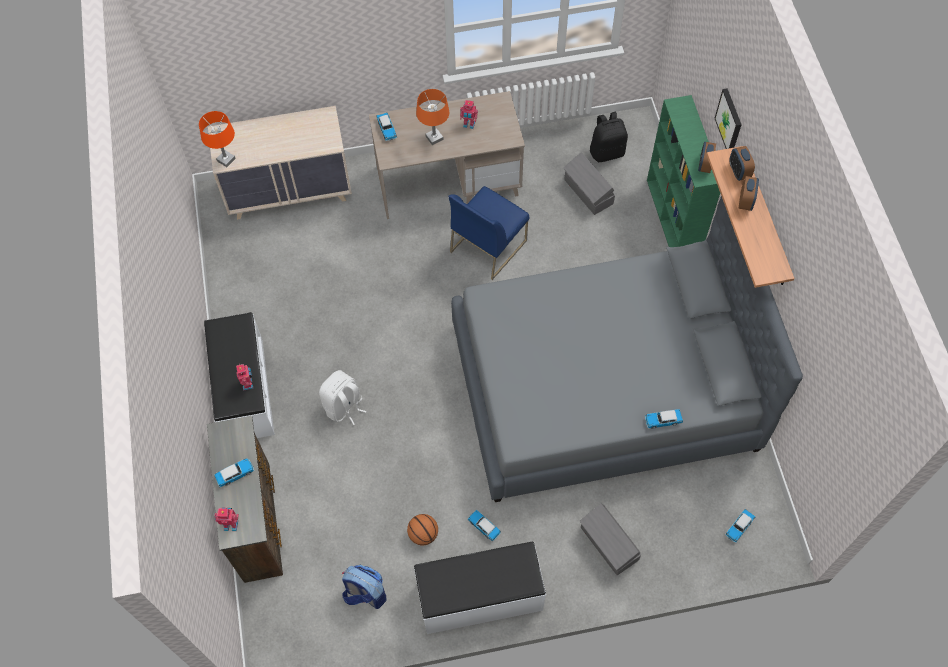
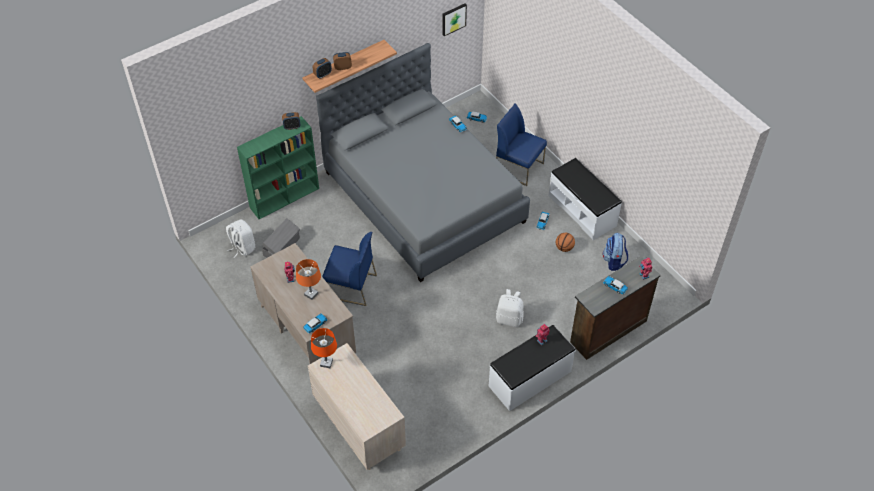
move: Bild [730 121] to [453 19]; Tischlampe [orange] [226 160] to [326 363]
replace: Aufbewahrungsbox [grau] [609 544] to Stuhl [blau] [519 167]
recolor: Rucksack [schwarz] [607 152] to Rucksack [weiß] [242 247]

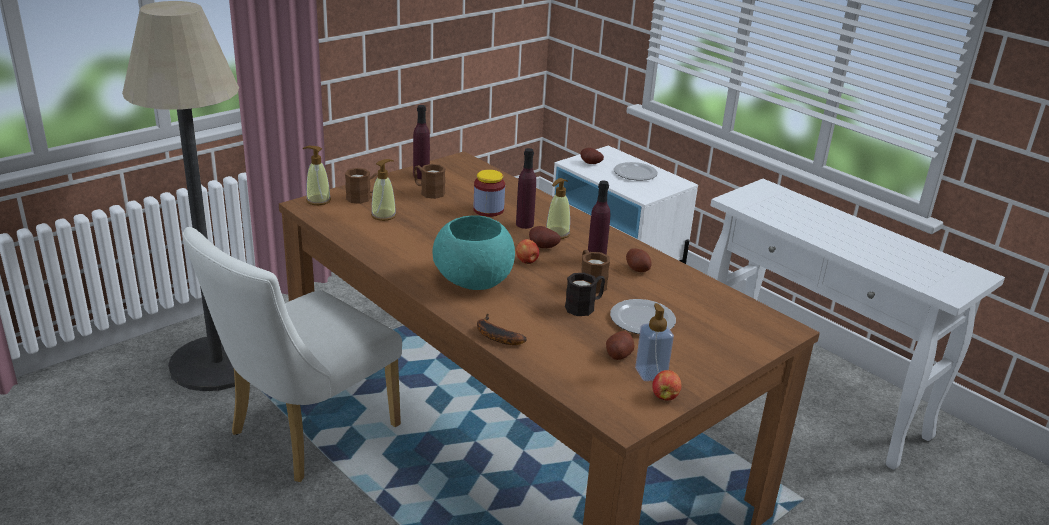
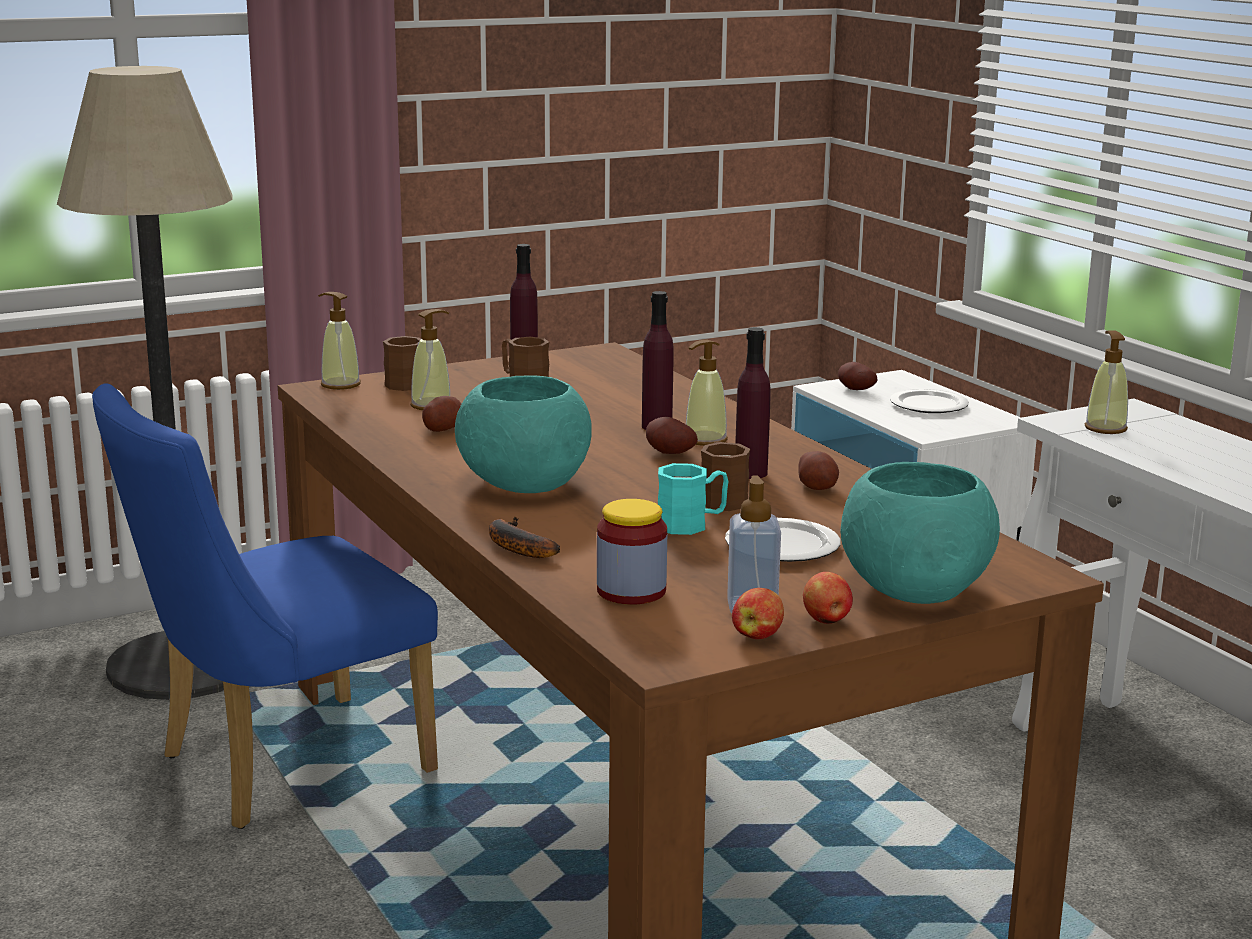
insert: Seifenspender [1105 428]; Schüssel [türkis] [915 587]
move: Vorratsglas [488 210] to [631 591]; Apfel [527 261] to [826 620]; Kartoffel [618 355] to [443 429]
recolor: Stuhl [weiß] [304 434] to Stuhl [blau] [277 768]; Henkelbecher [schwarz] [585 306] to Henkelbecher [türkis] [692 524]

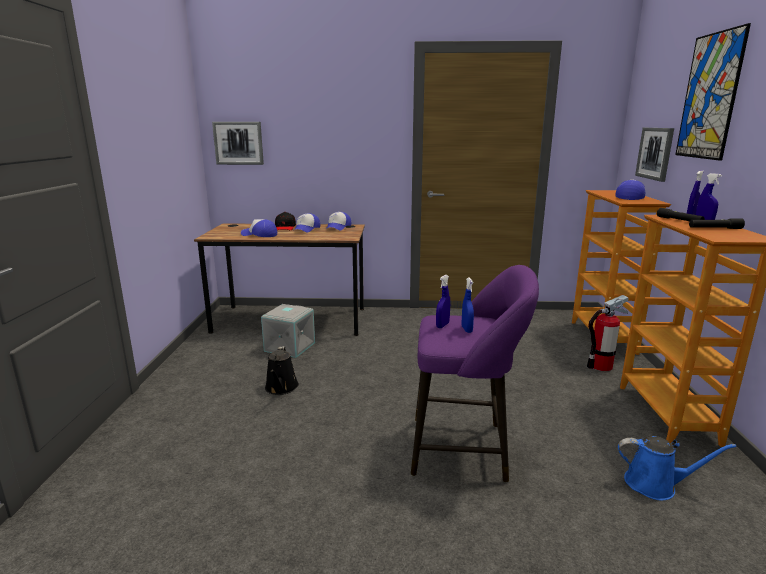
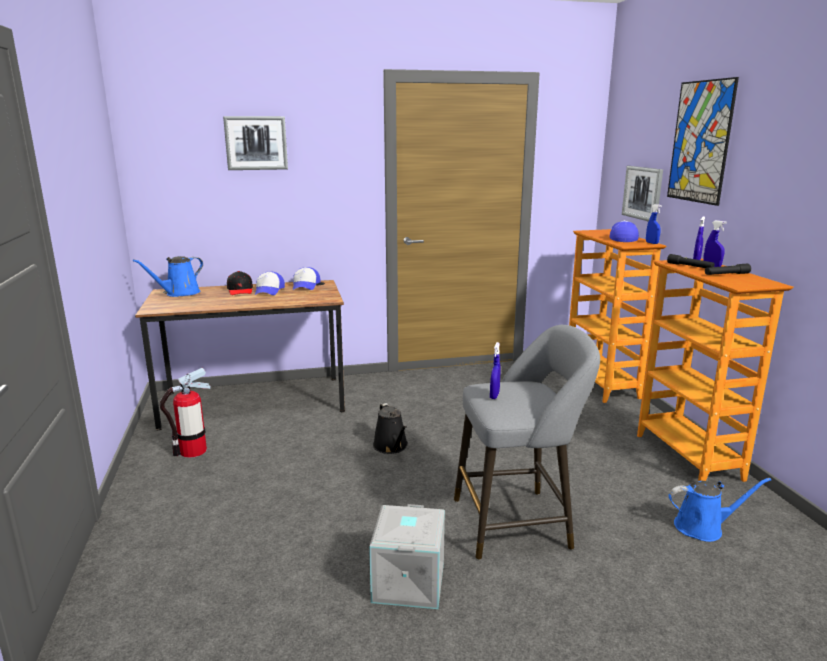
delete: Kappe [259 235]
insert: Gießkanne [blau] [179 293]
move: Bild [238 143] to [256 143]; Sprühflasche [blau] [466 329] to [651 243]; Feuerlöscher [600 366] to [193 451]; Aufbewahrungsbox [grau] [289 346] to [407 581]; Gießkanne [schwarz] [281 388] to [391 447]
recolor: Hocker [lila] [465 449] to Hocker [grau] [518 523]

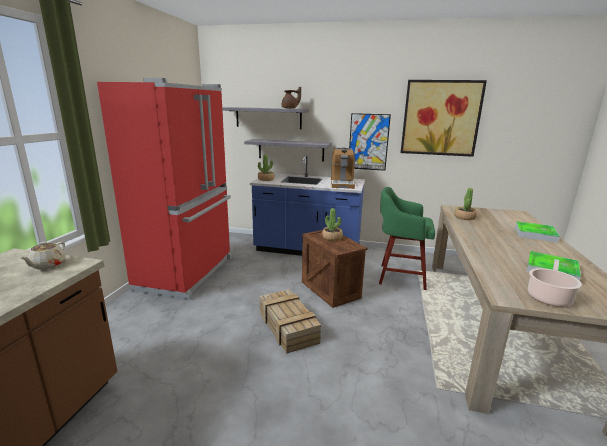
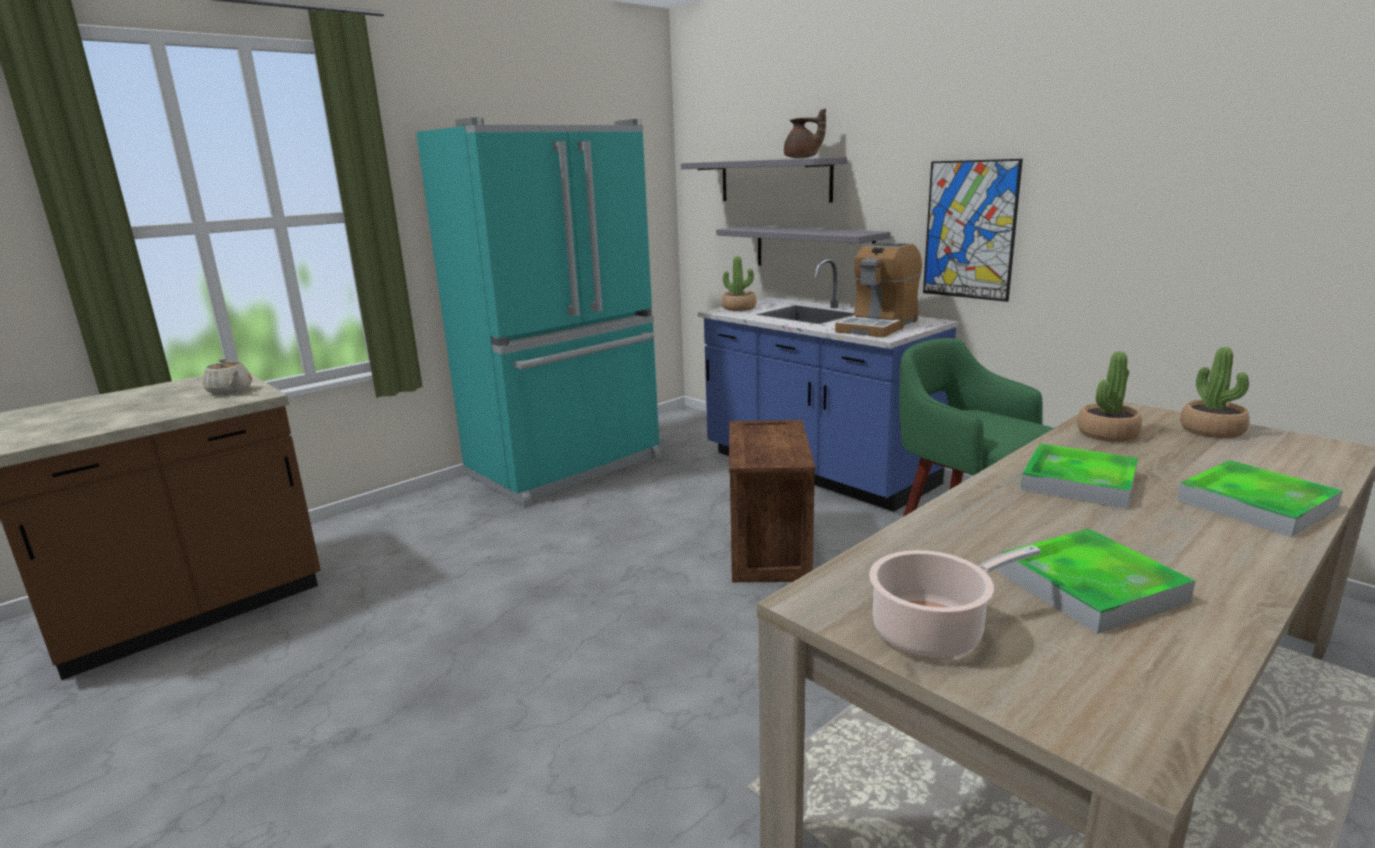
delete: Bild [440 118]; Kiste [287 326]
insert: Tablett [1079 482]
move: Topfpflanze [332 237] to [1212 430]
recolor: Kühlschrank [rot] [188 273] to Kühlschrank [türkis] [568 467]
rotate: Teekanne [beige] [47 265] = [230 391] 90 degrees counterclockwise

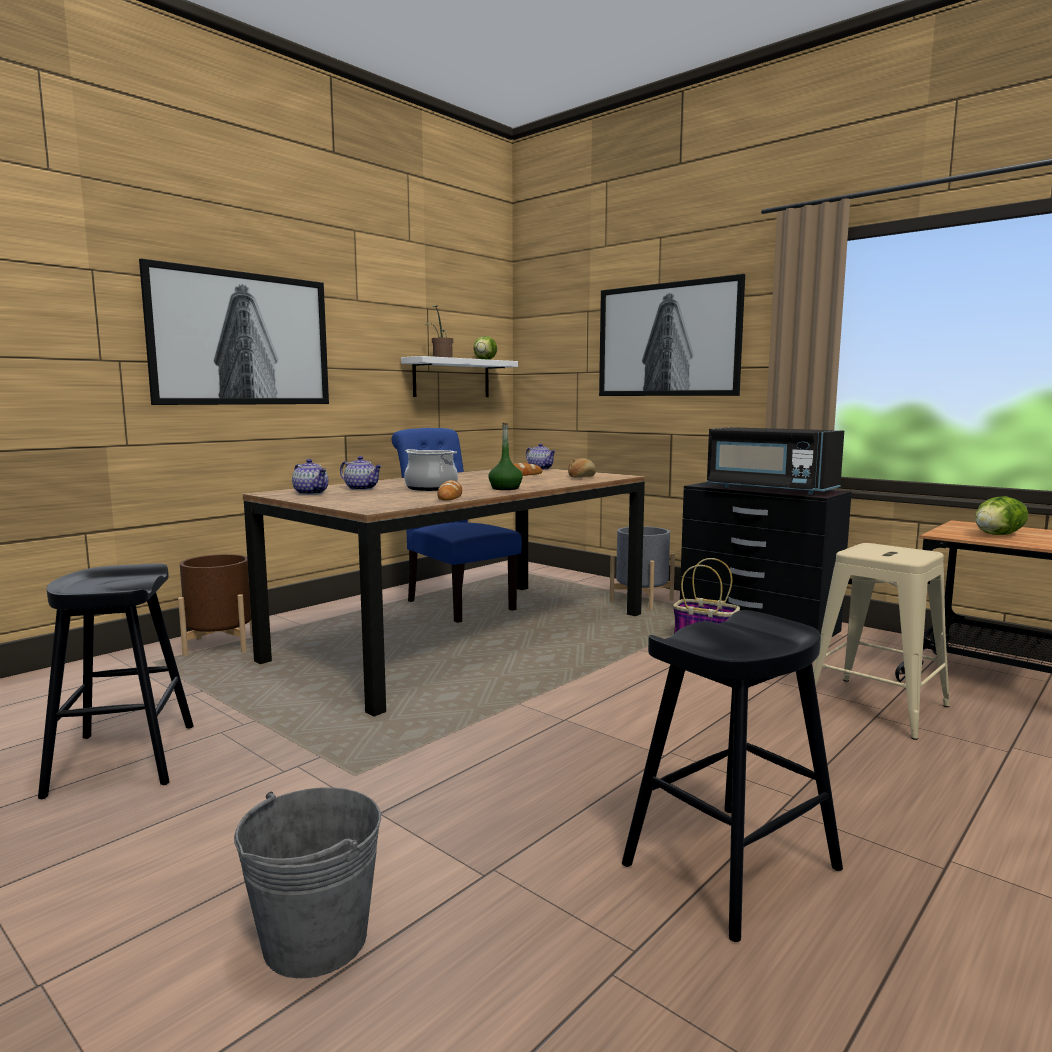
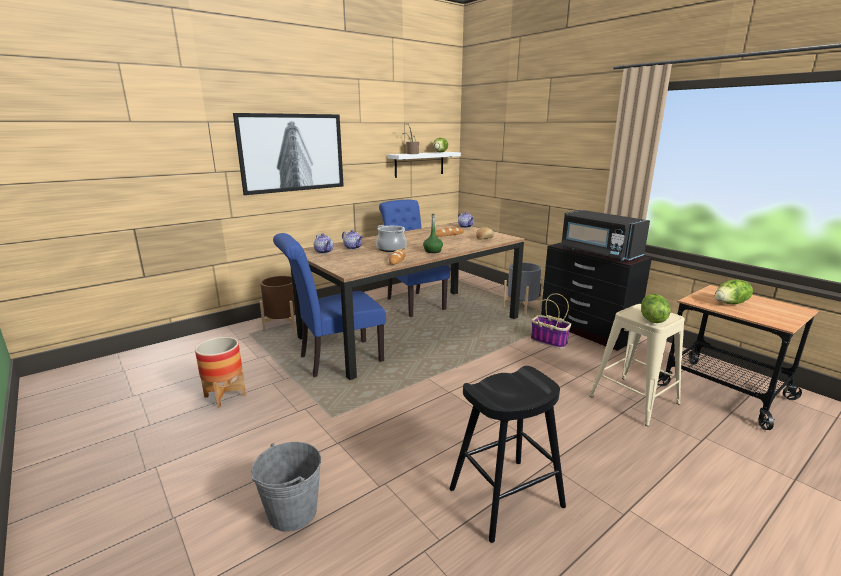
delete: Bild [667 340]
insert: Stuhl [blau] [336 359]; Salatkopf [651 319]
replace: Hocker [schwarz] [123 759] to Pflanzkübel [225 396]

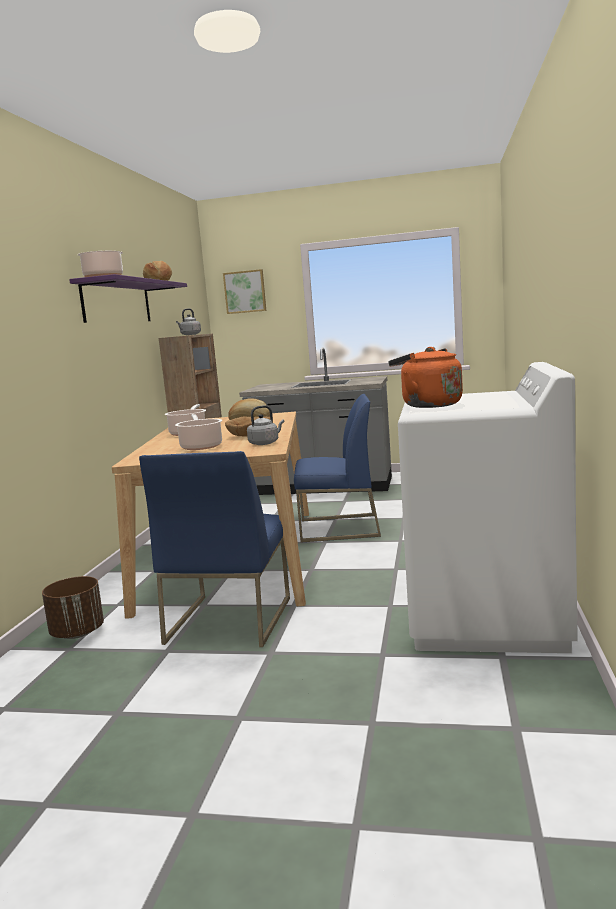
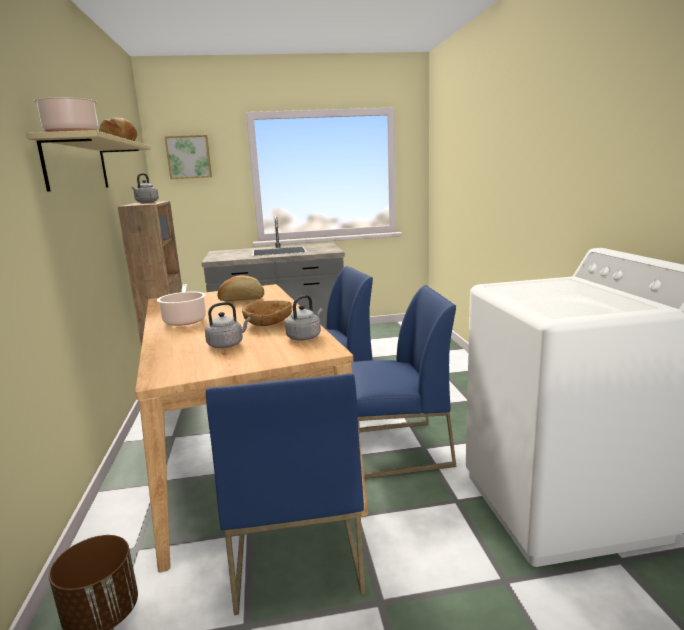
delete: Wasserkessel [orange] [428 405]
insert: Stuhl [blau] [396 449]
replace: Kochtopf [201 446] to Wasserkessel [grau] [227 344]
recolor: Wandregal [lila] [117 302] to Wandregal [beige] [77 165]

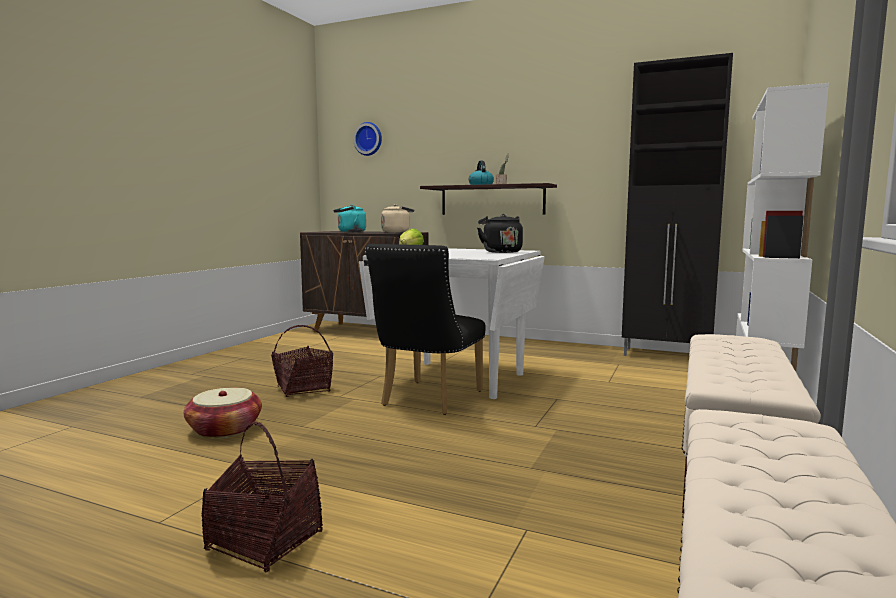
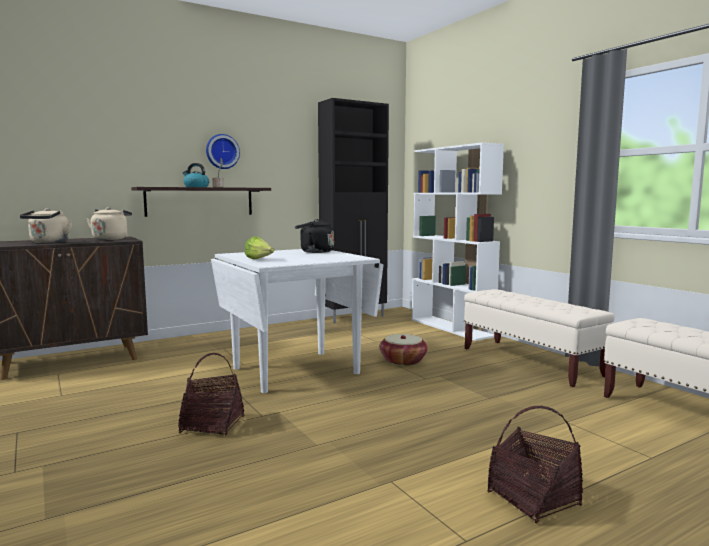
delete: Stuhl [schwarz] [427 400]
move: Wanduhr [369 139] to [222 151]; Korb [224 430] to [403 361]
recolor: Wasserkessel [türkis] [350 232] to Wasserkessel [beige] [48 242]

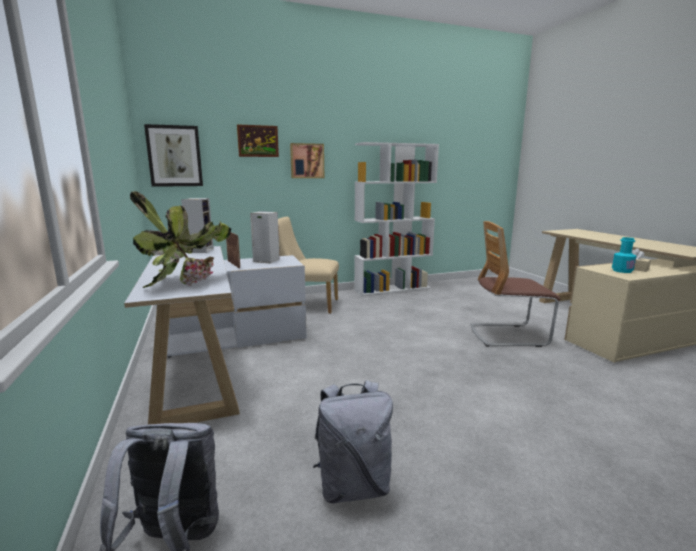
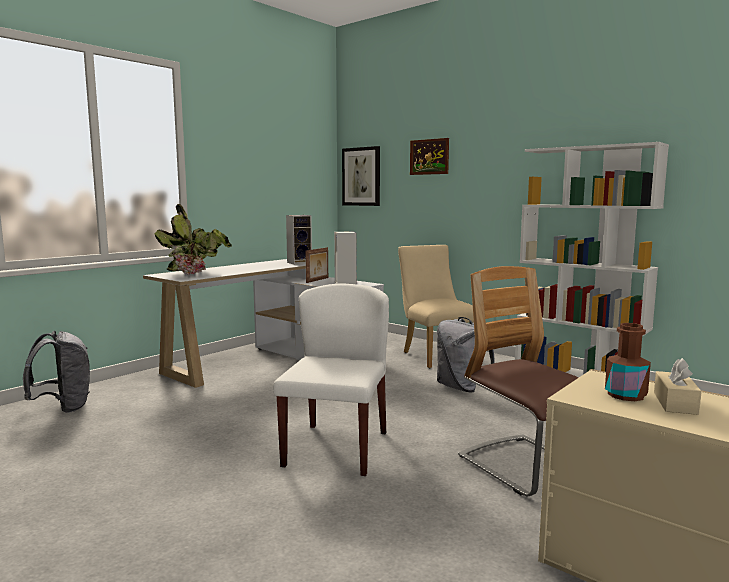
delete: Bild [307 161]
insert: Stuhl [weiß] [336 448]
move: Rucksack [grau] [353 486] to [461 387]
recolor: Flasche [türkis] [622 271] to Flasche [braun] [625 395]

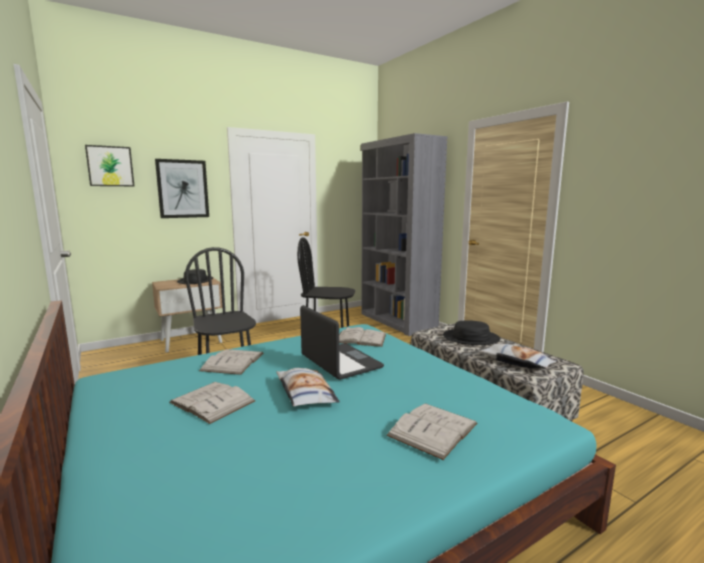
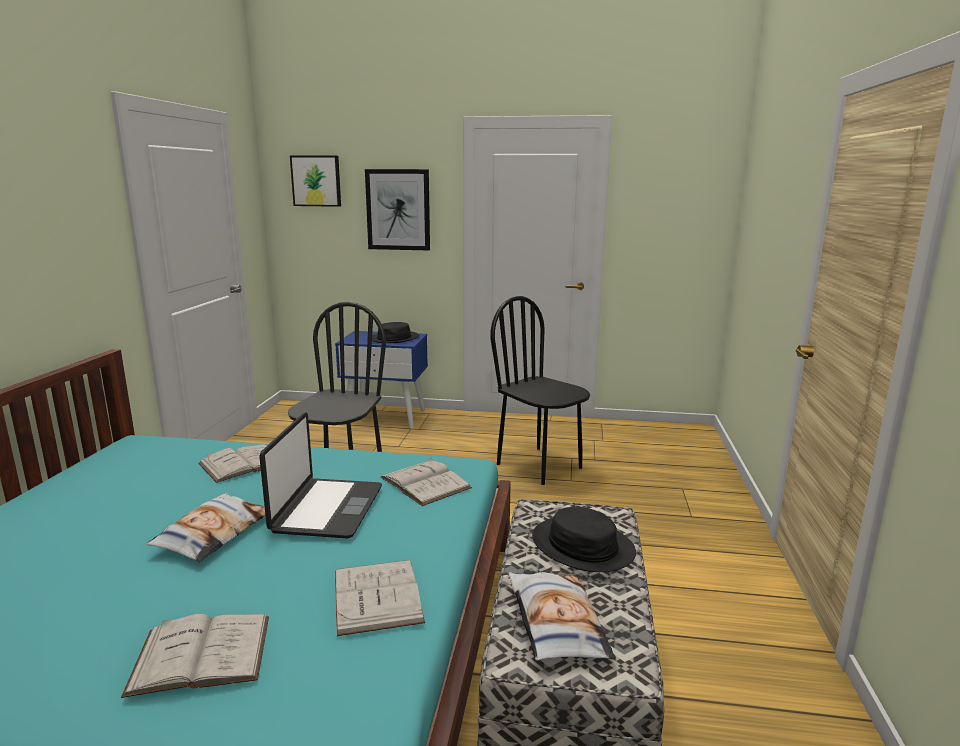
delete: Bücherregal [grau] [397 321]
move: Buch [weiß] [212 402] to [377 596]
recolor: Nachttisch [beige] [191 341] to Nachttisch [blau] [386 417]

